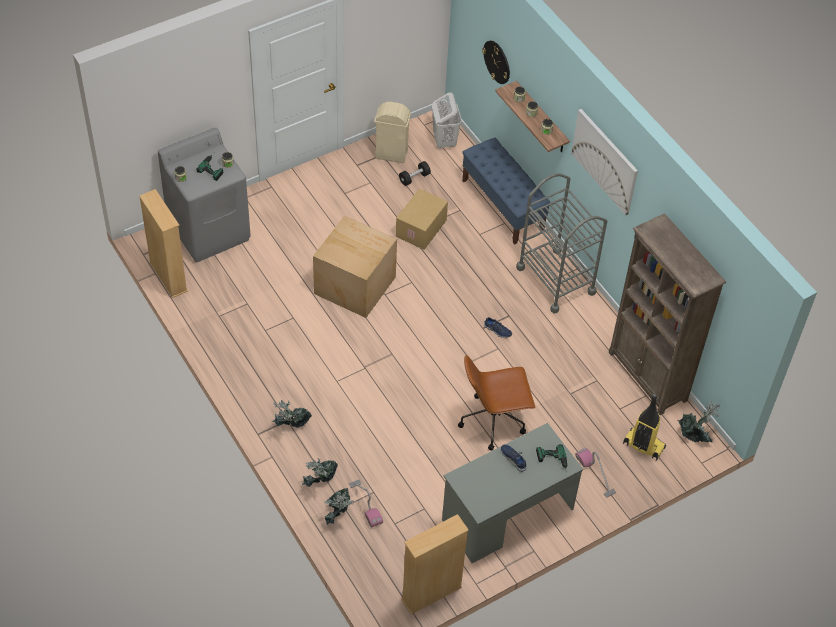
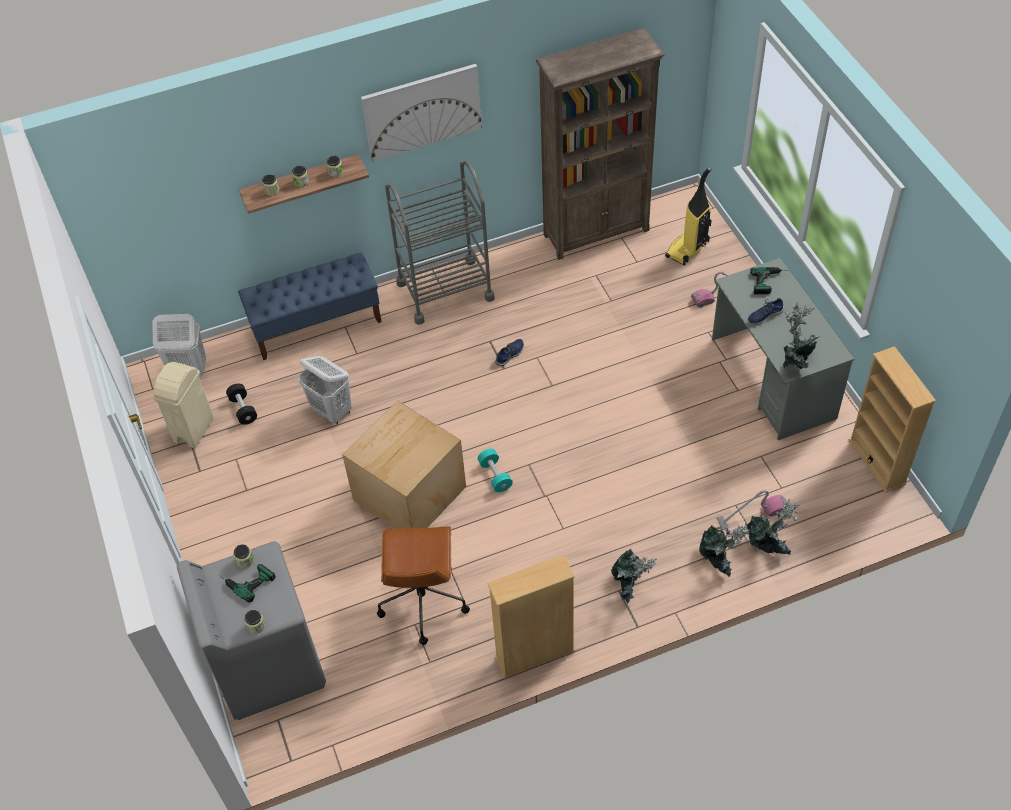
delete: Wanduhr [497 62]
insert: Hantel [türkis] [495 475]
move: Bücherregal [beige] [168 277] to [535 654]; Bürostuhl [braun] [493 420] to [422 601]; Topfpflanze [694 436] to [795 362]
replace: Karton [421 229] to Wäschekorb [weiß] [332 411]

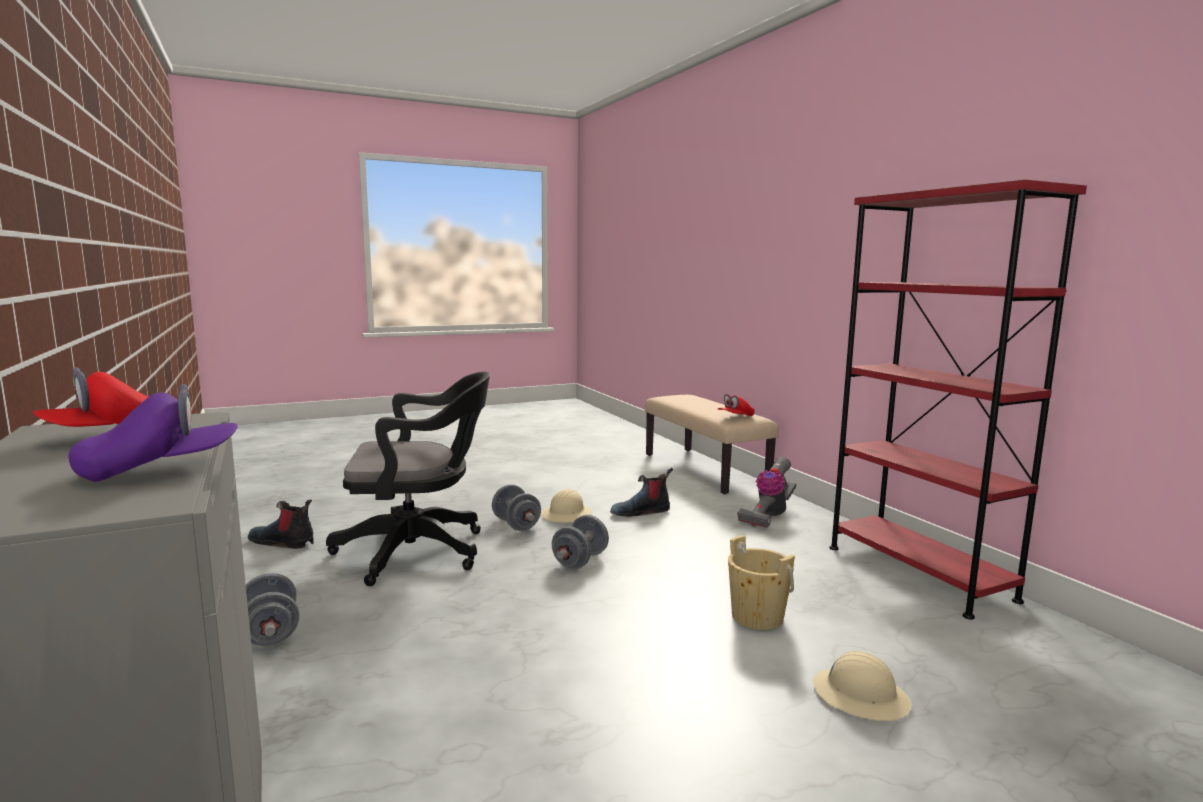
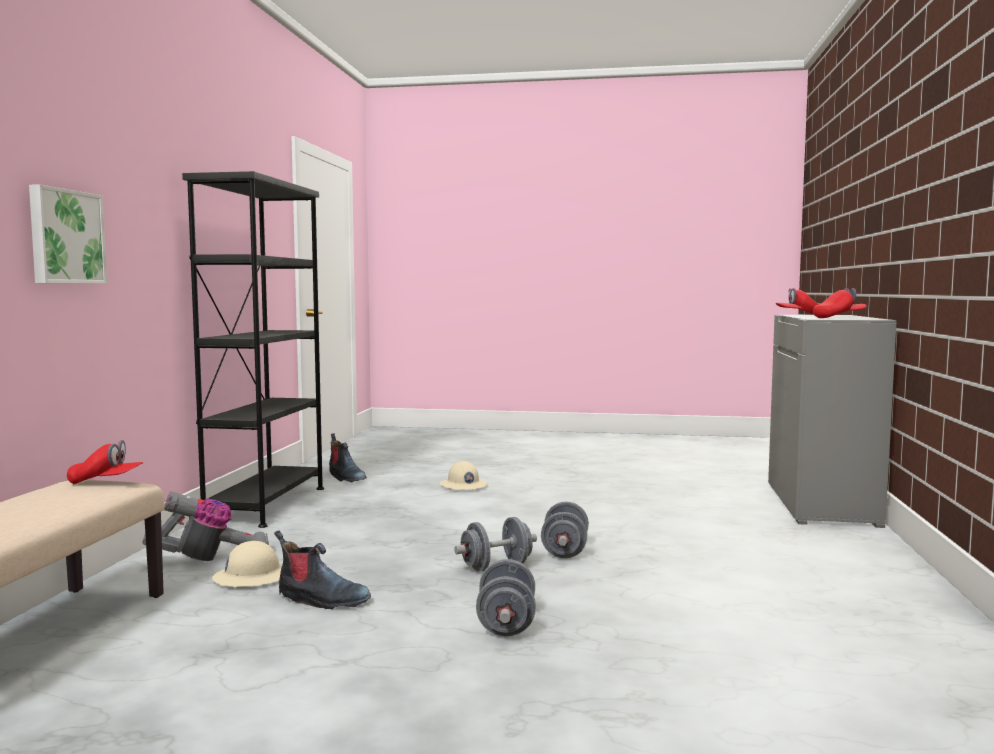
delete: Bürostuhl [schwarz] [420 551]; Eimer [beige] [757 617]
insert: Bild [65 237]
move: Schutzhelm [beige] [567 515] to [252 577]; Stiefel [283 542] to [345 477]; Hantel [grau] [271 632] to [565 551]
recolor: Bücherregal [rot] [918 572] to Bücherregal [schwarz] [266 505]; Kappe [lila] [160 469] to Kappe [rot] [800 315]

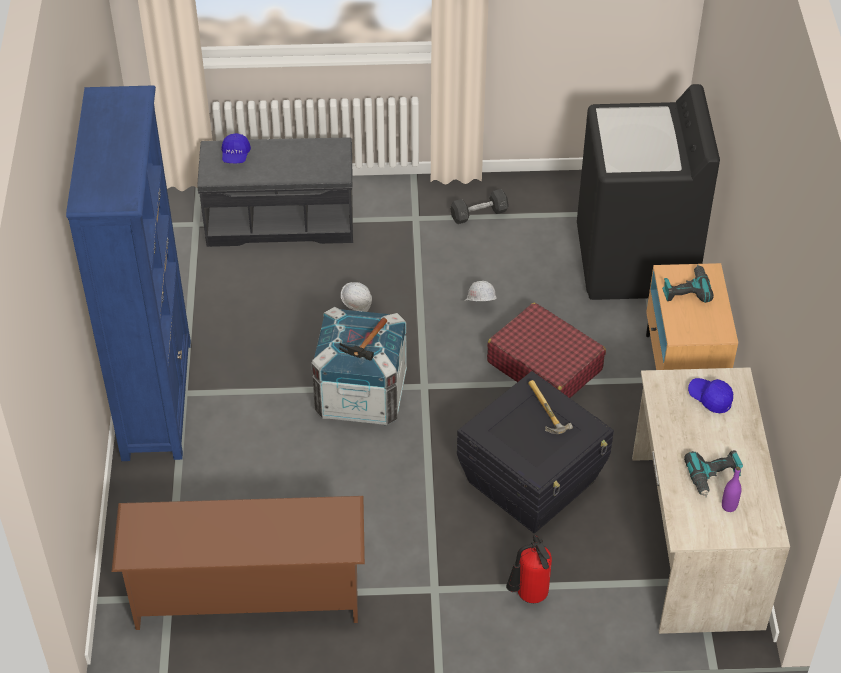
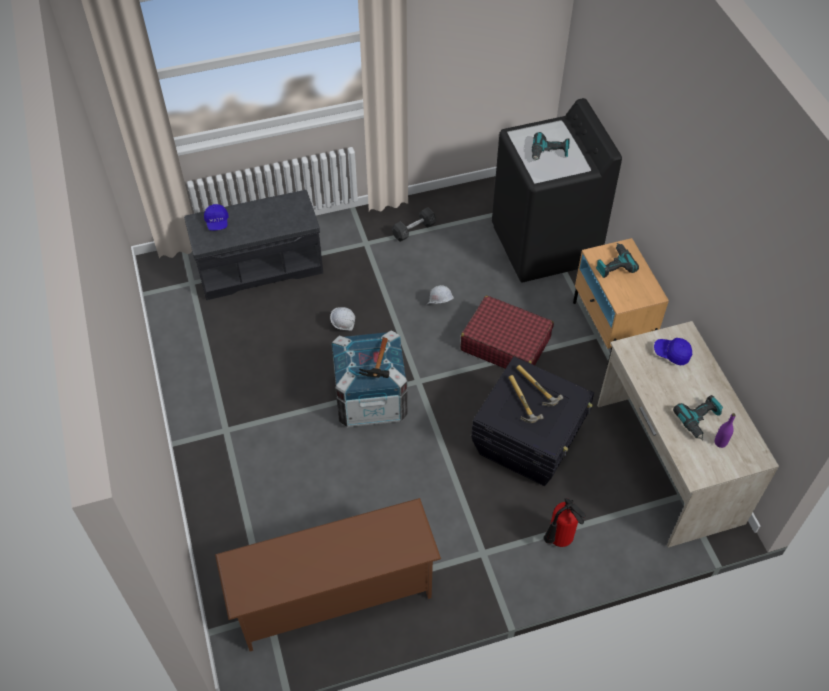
delete: Bücherregal [blau] [157 398]
insert: Bohrmaschine [549 153]; Hammer [520 402]

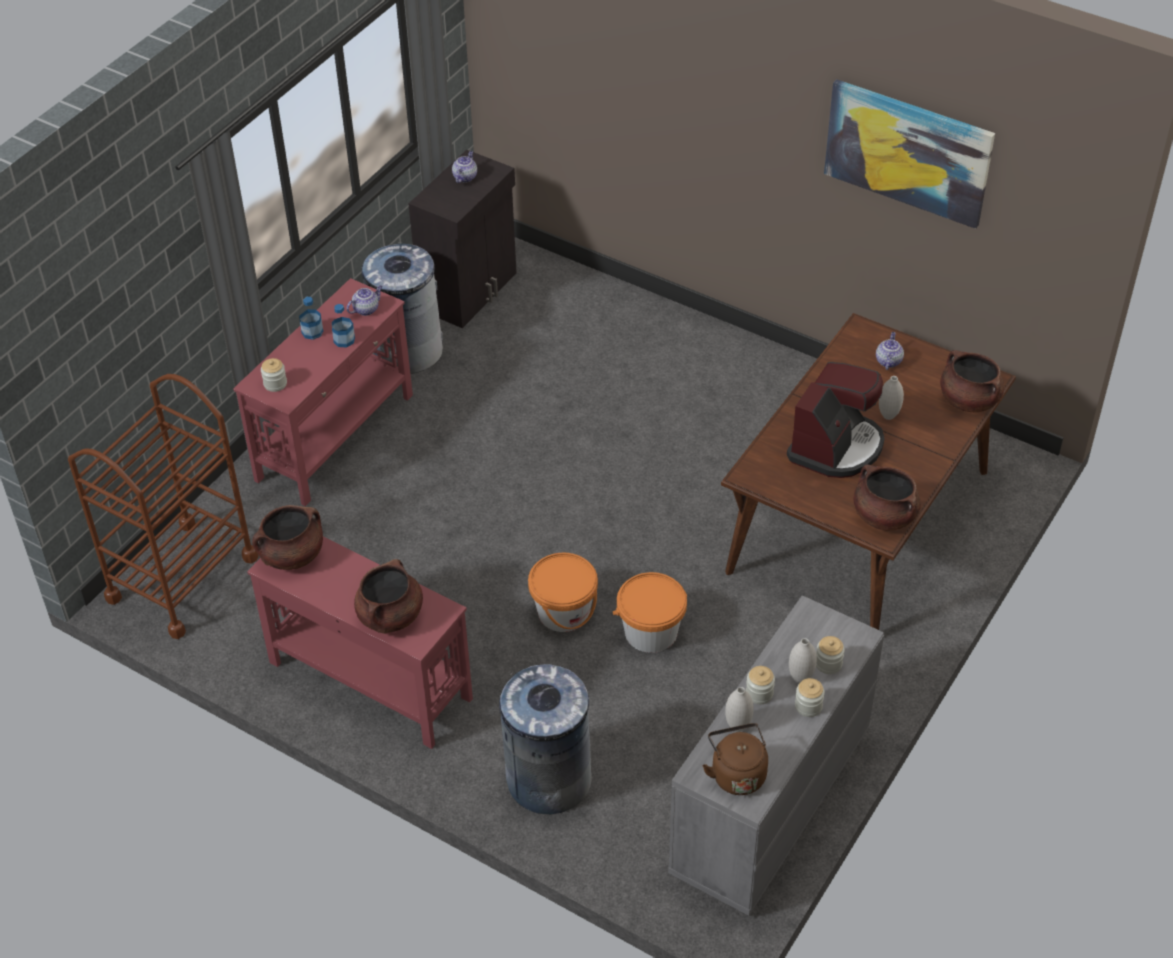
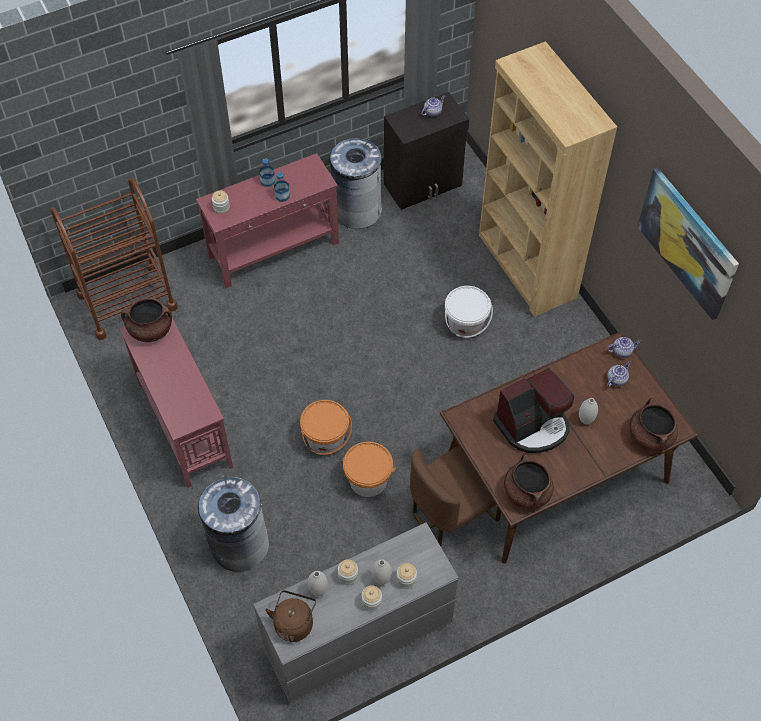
delete: Kochtopf [braun] [390 616]
insert: Bücherregal [braun] [526 267]; Eimer [weiß] [466 324]; Stuhl [braun] [452 512]
move: Teekanne [366 309] to [622 351]

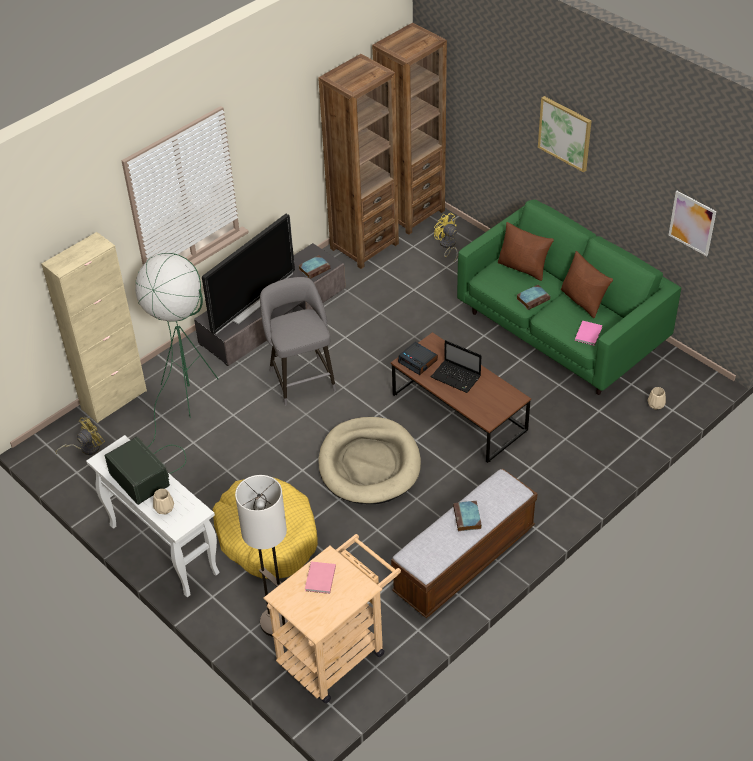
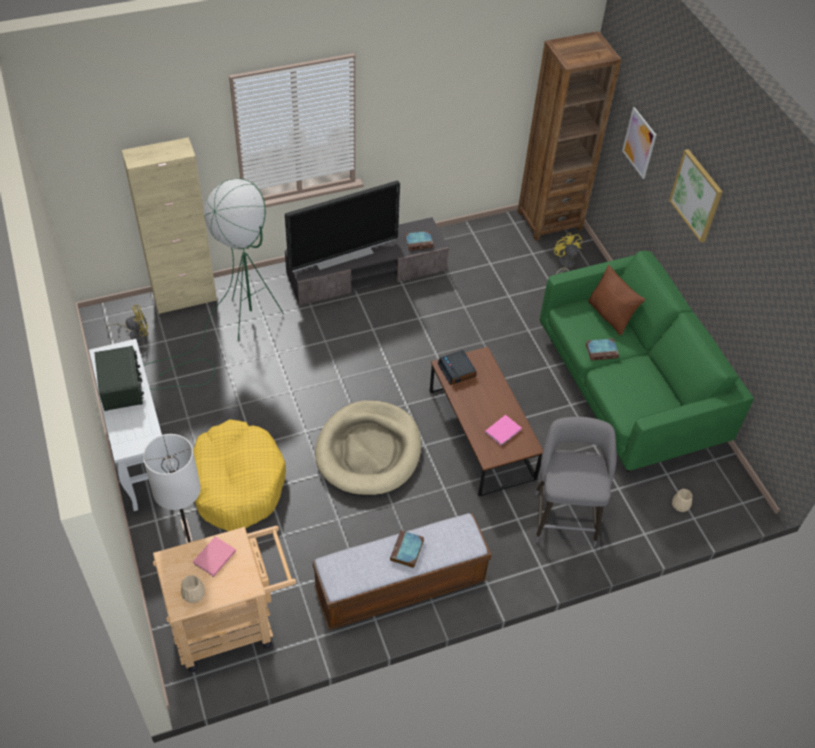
delete: Bücherregal [braun] [364 246]; Kissen [braun] [583 301]; Laptop [456 377]
move: Bild [692 223] to [639 143]; Hocker [grau] [301 378] to [564 515]; Buch [rosa] [589 333] to [504 431]; Vase [beige] [164 507] to [193 593]

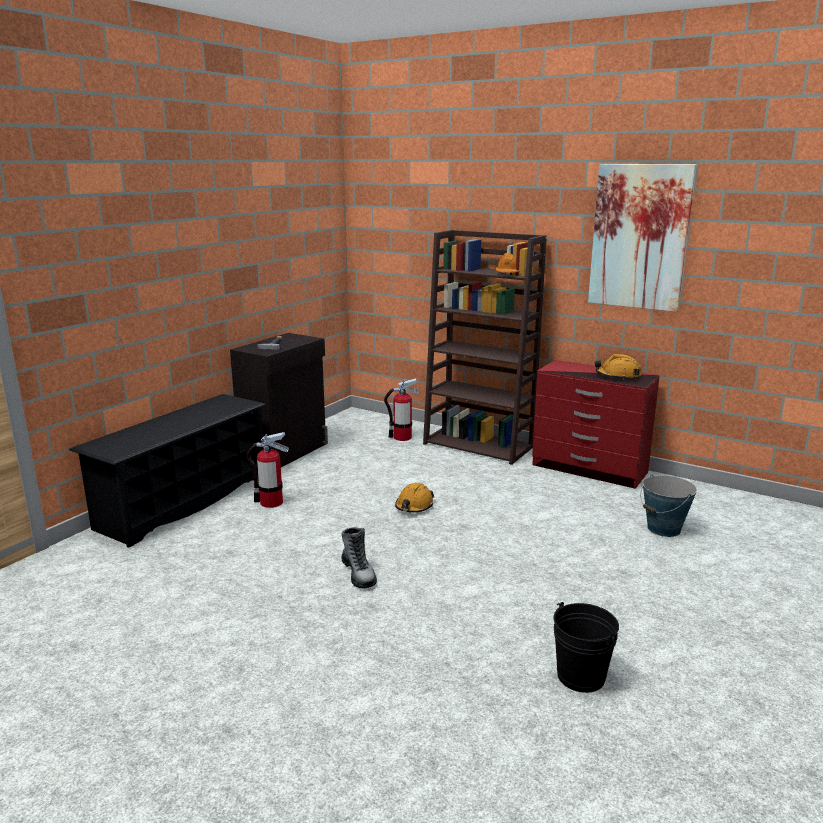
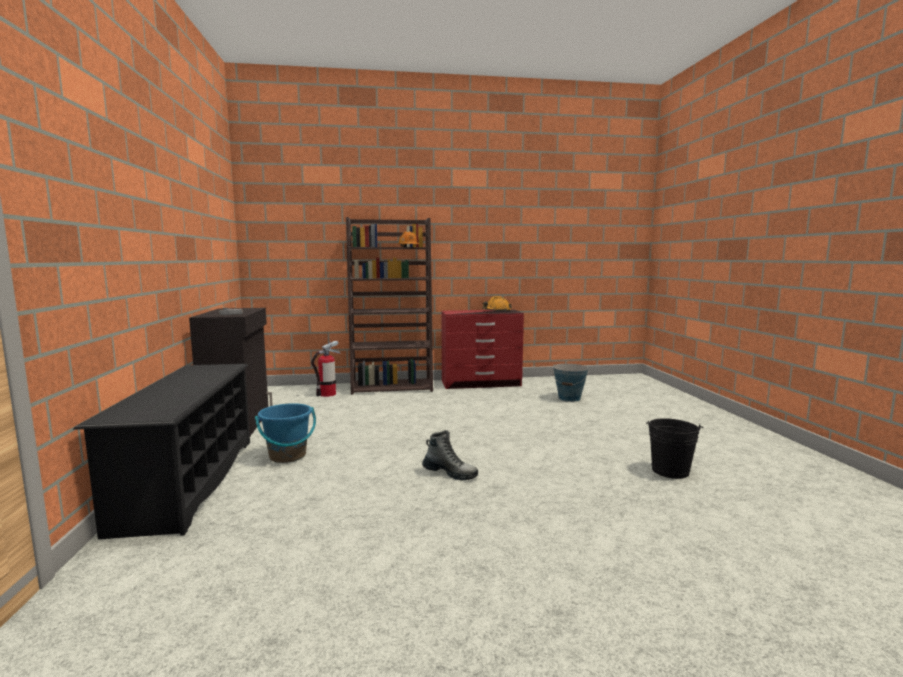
delete: Bild [639 237]; Schutzhelm [orange] [414 506]
replace: Feuerlöscher [271 502] to Eimer [blau] [287 456]

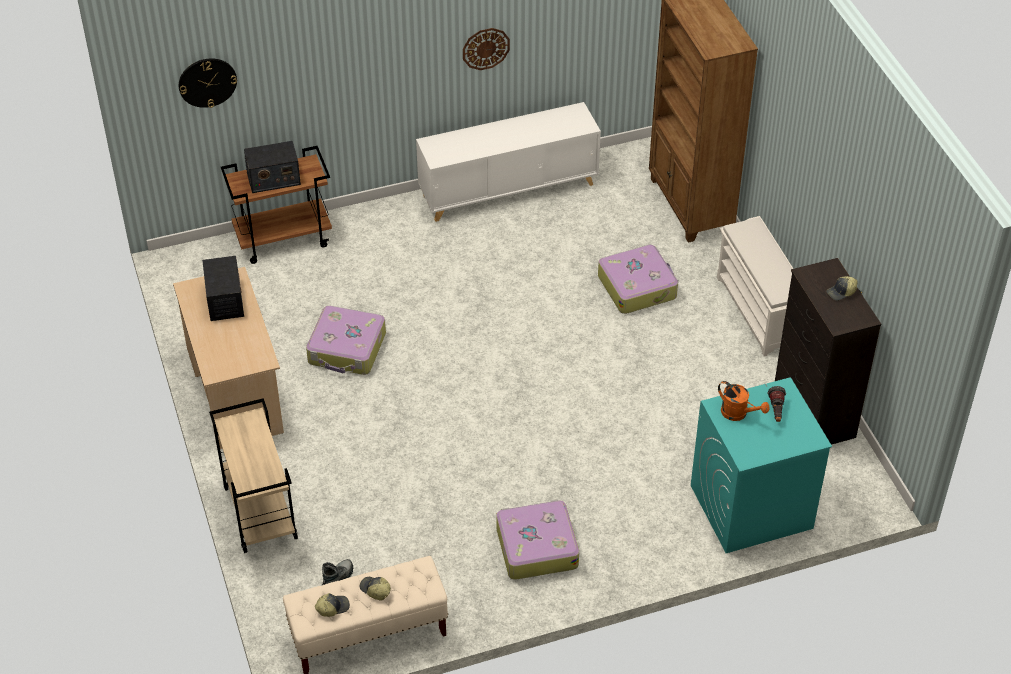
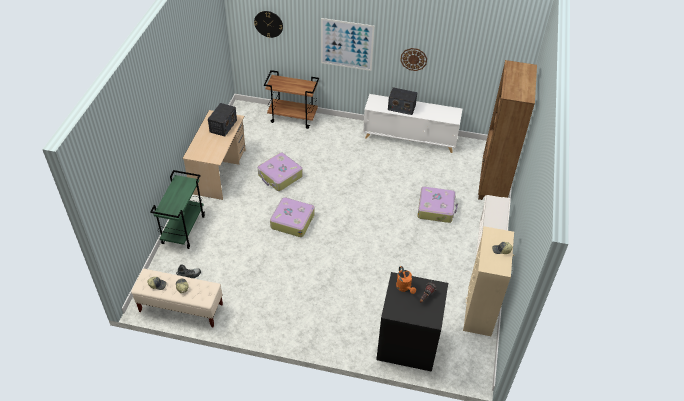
insert: Bild [346 44]
move: Radio [273 179] to [401 107]; Koffer [536 547] to [292 221]
recolor: Kommode [schwarz] [814 411] to Kommode [beige] [478 311]; Waschmaschine [türkis] [750 507] to Waschmaschine [schwarz] [407 343]; Rollwagen [beige] [259 512] to Rollwagen [grün] [183 229]

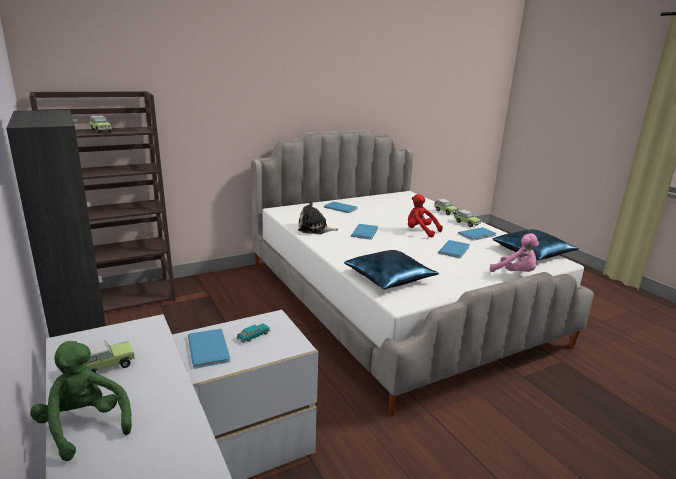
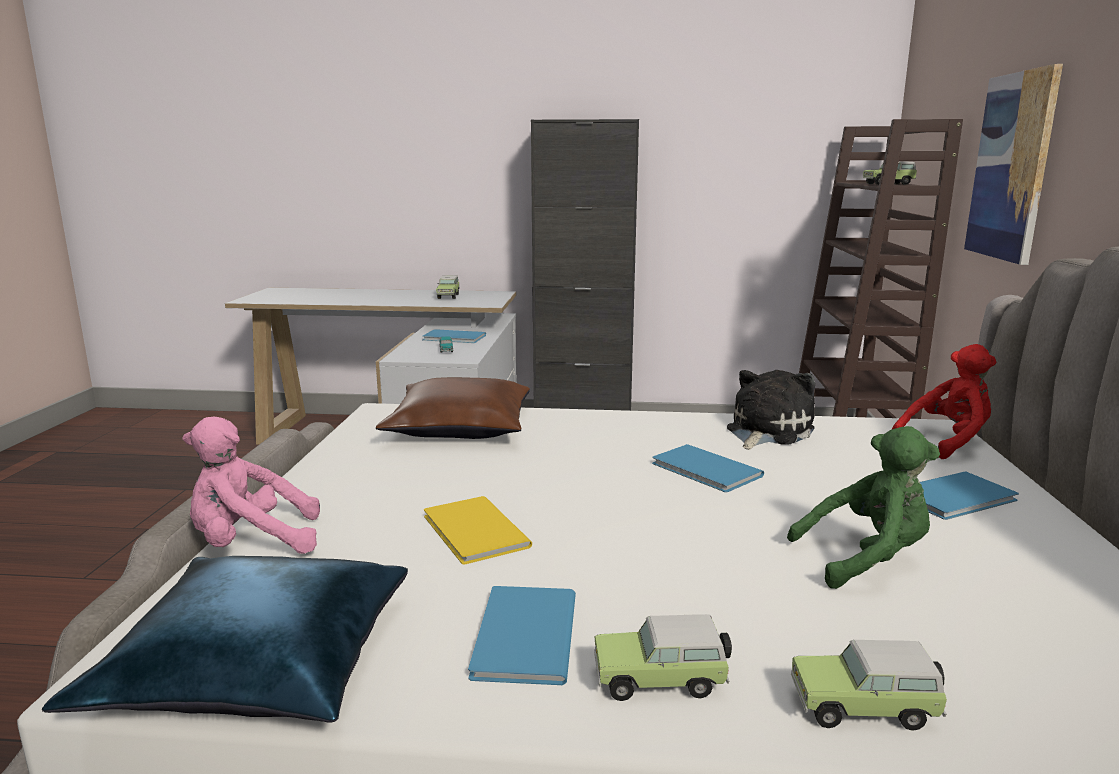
insert: Bild [1011 167]
move: Plüschtier [rot] [420 231] to [947 442]; Plüschtier [grün] [84 426] to [866 559]
recolor: Buch [blau] [455 249] to Buch [gelb] [473 533]; Kissen [blau] [389 277] to Kissen [braun] [459 427]

